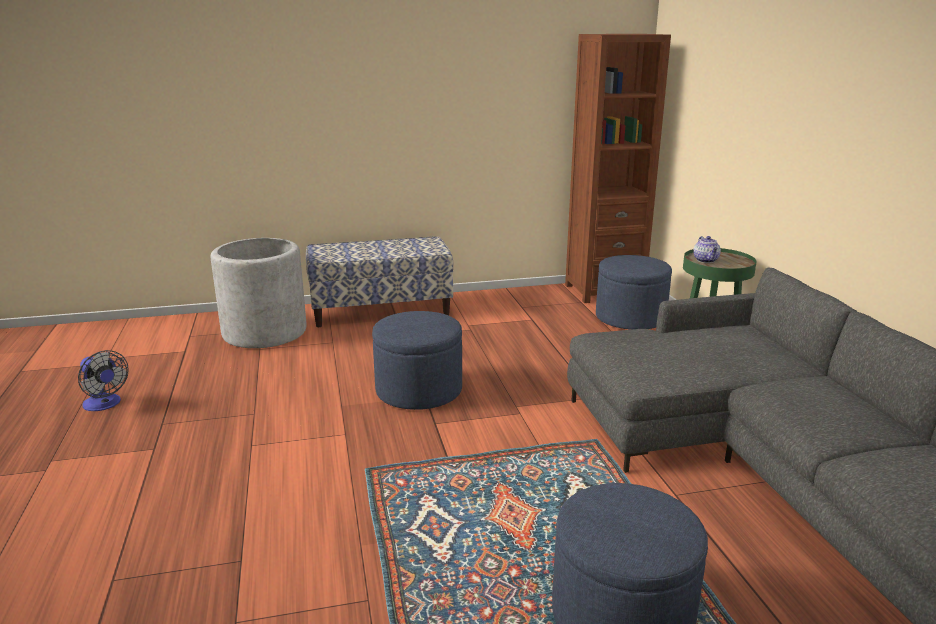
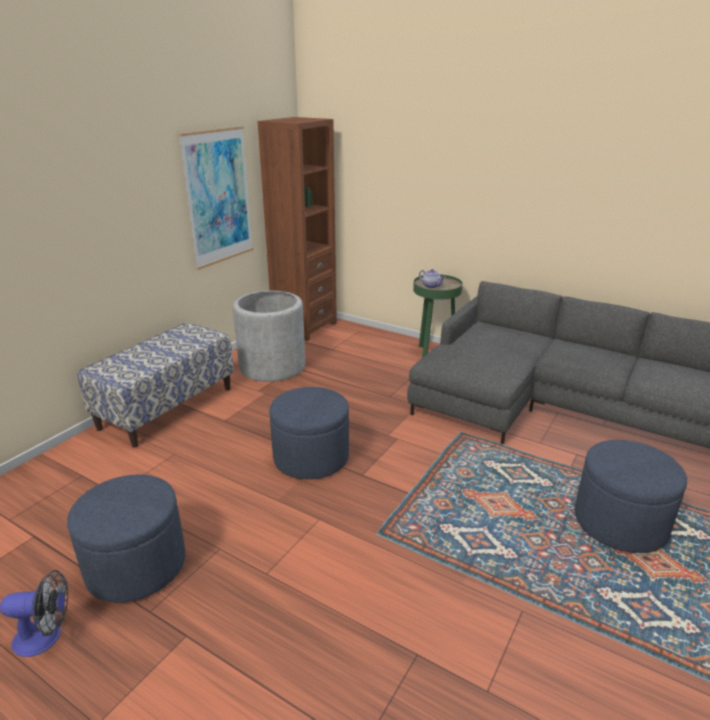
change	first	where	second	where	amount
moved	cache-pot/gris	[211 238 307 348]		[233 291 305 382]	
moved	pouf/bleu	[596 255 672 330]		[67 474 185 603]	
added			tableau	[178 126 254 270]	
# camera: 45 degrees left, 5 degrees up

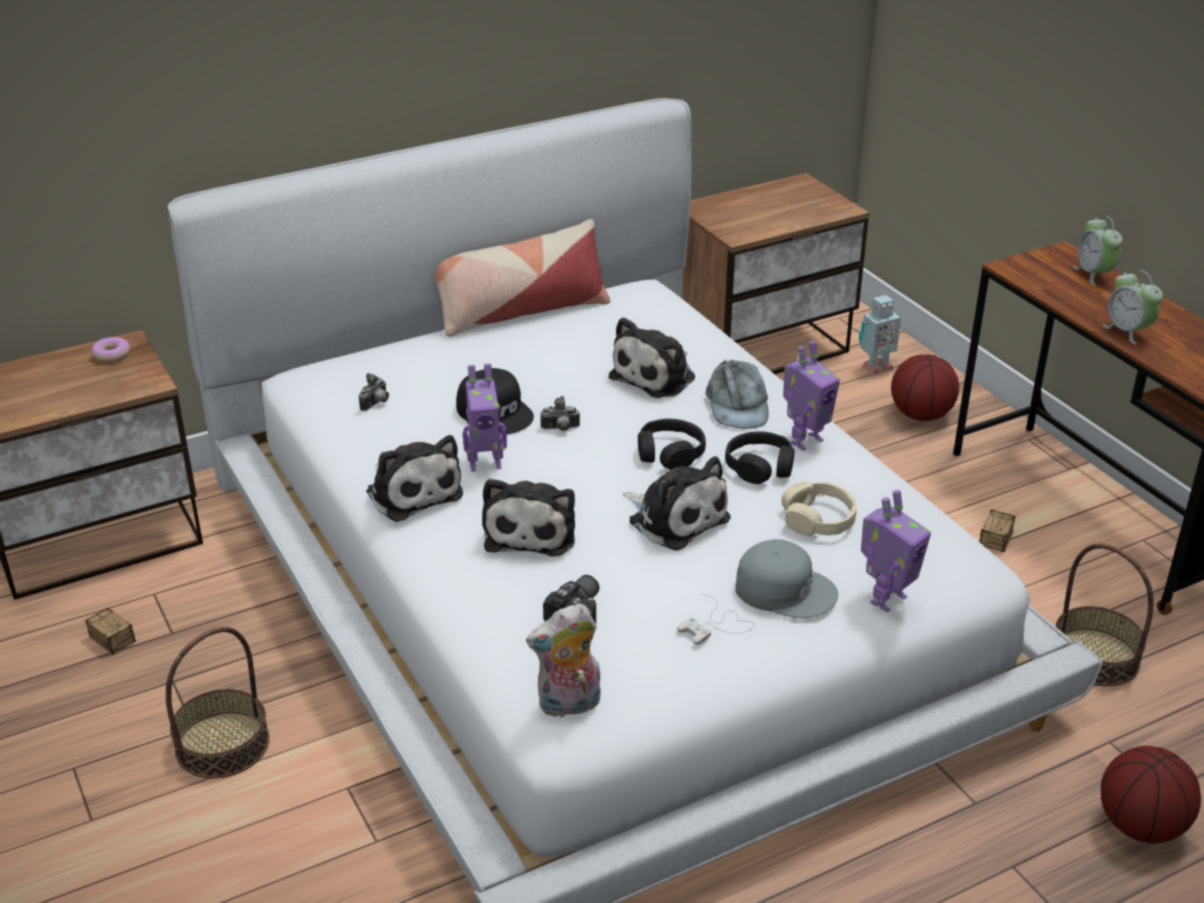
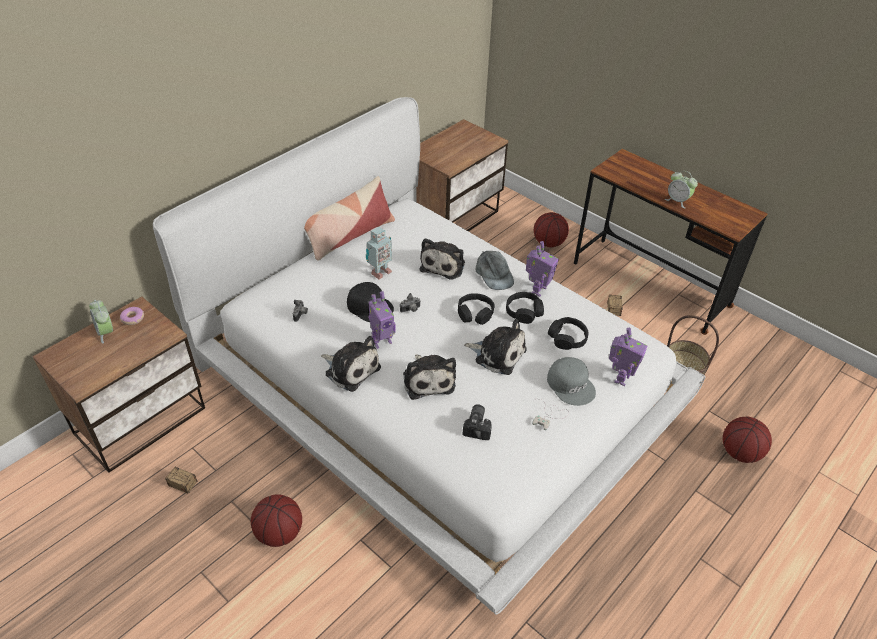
change	first	where	second	where	amount
replaced	panier	[166 627 269 778]	ballon de basket	[251 494 302 547]	
removed	peluche	[526 603 601 718]			
turned	casquette/gris	[735 539 838 618]		[547 357 596 406]	60 degrees clockwise
recoloured	casque audio/beige	[782 482 857 536]	casque audio/noir	[548 317 589 350]	
moved	robot jouet	[859 295 901 375]		[366 226 392 279]	
moved	réveil	[1074 216 1123 286]		[89 300 113 344]	
# camera: 20 degrees left, 10 degrees up

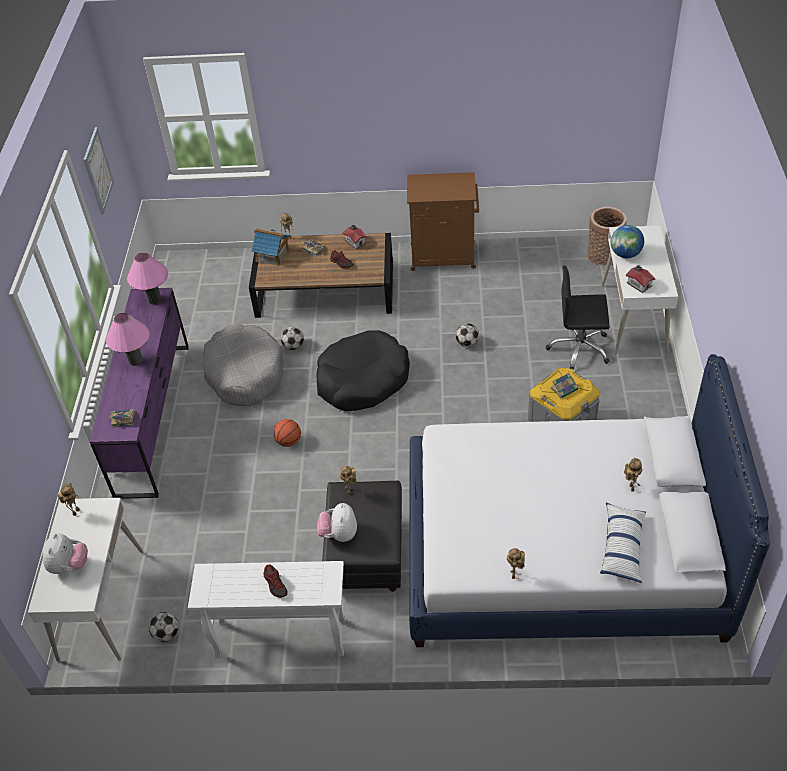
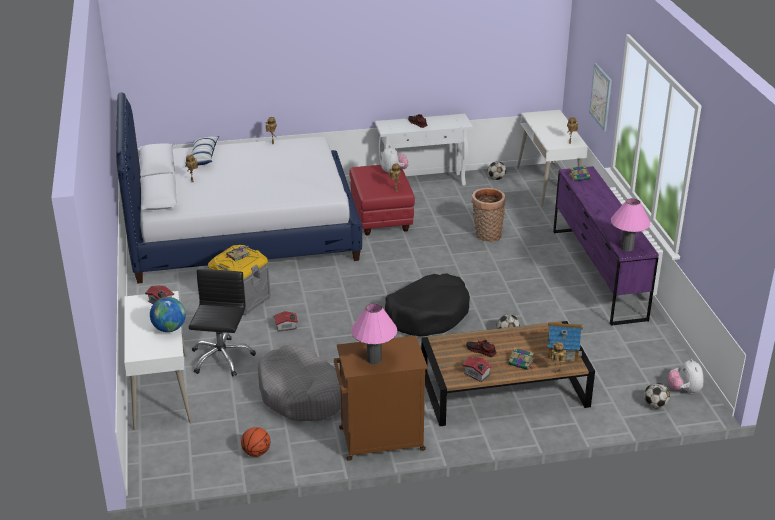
change	first	where	second	where	amount
moved	peluche	[43 533 88 574]		[668 359 704 394]	
moved	tableau	[83 127 114 215]		[589 63 612 132]	
moved	lampe de table/rose	[106 313 150 366]		[351 303 397 364]	
moved	panier pour chien/gris	[203 324 283 406]		[258 344 341 421]	
moved	ballon de basket	[273 419 301 447]		[241 427 270 457]	
recoloured	pouf/noir	[322 481 402 592]	pouf/rouge	[349 165 415 235]	
moved	ballon de foot	[456 323 479 347]		[644 383 670 408]	
turned	chaise de bureau/noir	[546 265 610 370]		[189 269 256 377]	75 degrees counterclockwise
moved	panier	[588 207 627 265]		[472 188 506 242]	
added			maison miniature	[274 311 298 332]	
# camera: 165 degrees right, 15 degrees down

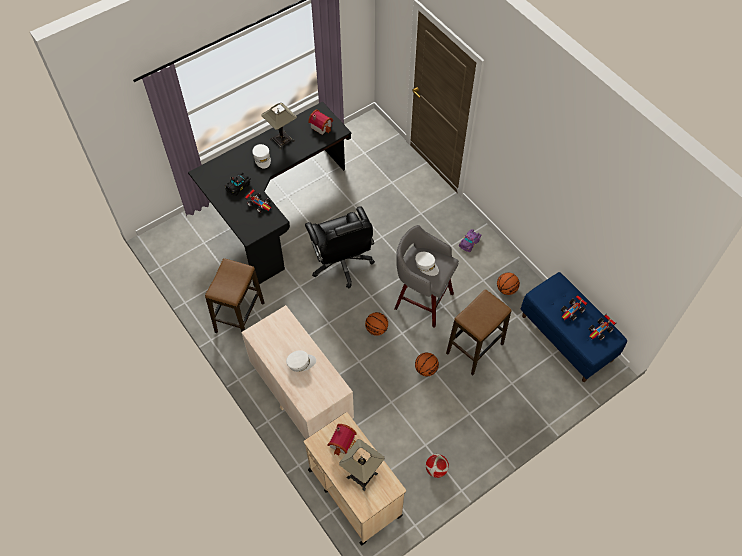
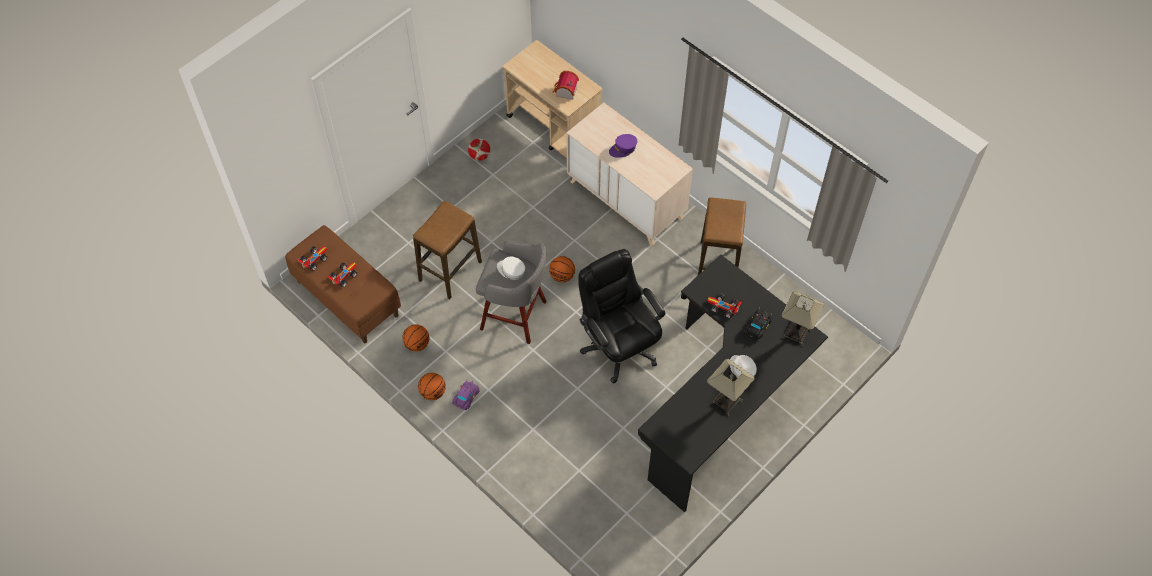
change	first	where	second	where	amount
recoloured	casquette/blanc	[286 350 316 372]	casquette/violet	[609 134 637 157]	
removed	maison miniature	[308 110 333 135]			
moved	lampe de table	[339 439 385 491]		[781 291 824 347]	
moved	ballon de basket	[415 352 439 376]		[418 373 446 400]	
recoloured	banc/bleu	[520 272 627 382]	banc/marron	[285 225 401 343]	
# camera: 170 degrees right, 0 degrees up

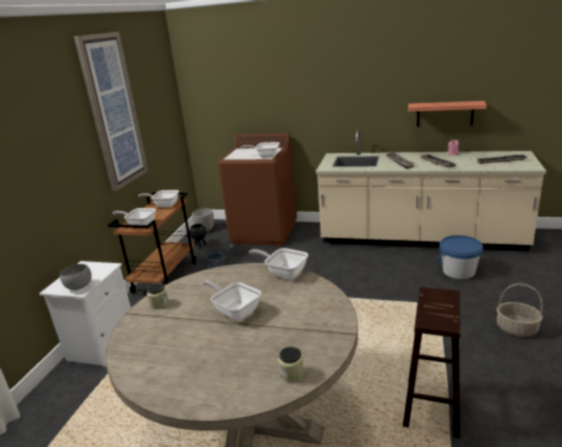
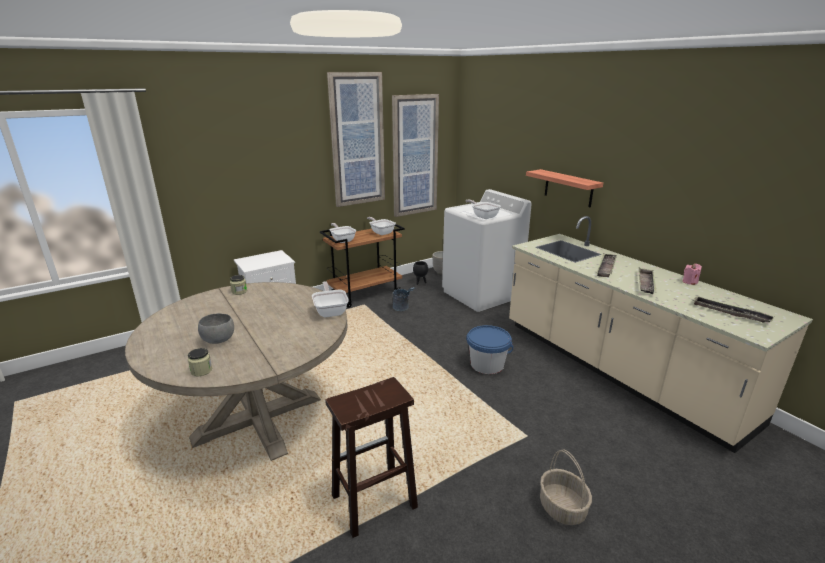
change	first	where	second	where	amount
moved	bol/gris	[60 264 92 290]		[198 313 234 344]	
removed	poêle	[202 280 261 321]			
recoloured	lave-linge/marron	[218 133 297 246]	lave-linge/blanc	[442 189 532 312]	
moved	étagère	[408 101 487 127]		[526 169 603 207]	
moved	seau/bleu	[437 235 483 279]		[466 325 513 374]	
added			tableau	[392 94 439 217]	
# camera: 40 degrees right, 0 degrees up

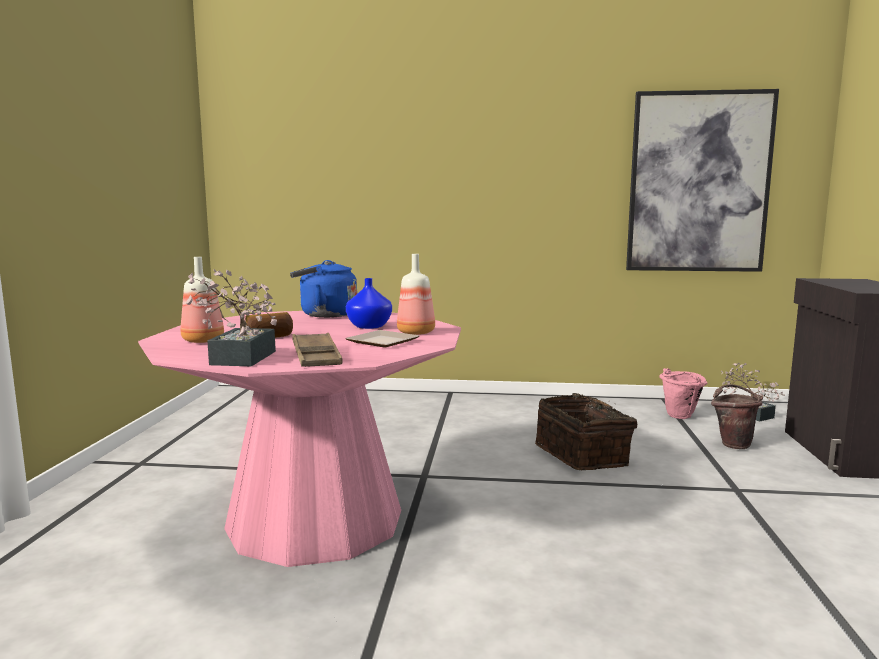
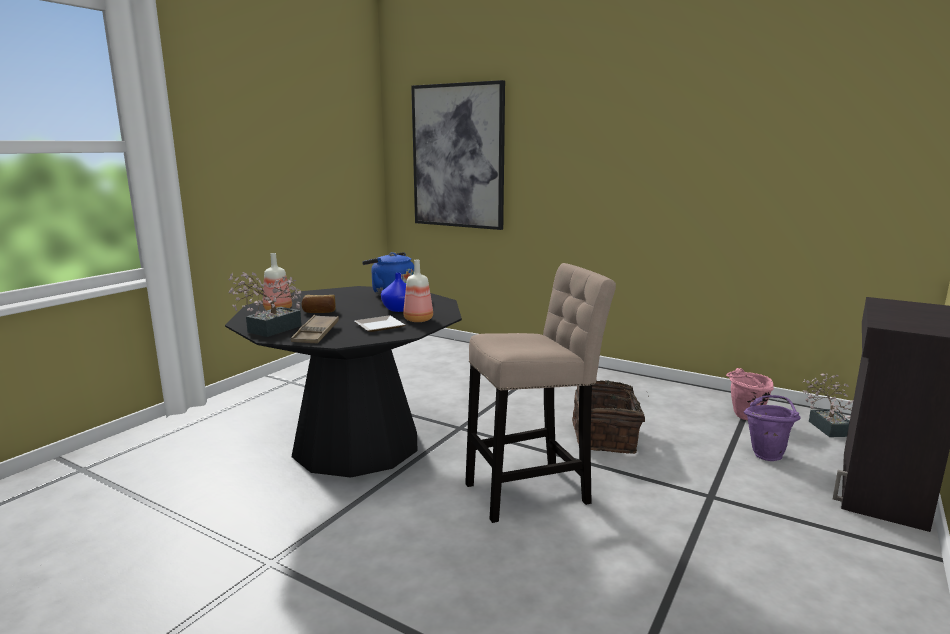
change	first	where	second	where	amount
recoloured	table à manger/rose	[138 311 461 567]	table à manger/noir	[225 286 462 477]	
moved	tableau	[626 89 779 272]		[411 80 505 230]	
recoloured	seau/marron	[711 384 763 449]	seau/violet	[744 395 800 461]	
added			tabouret/beige	[465 263 616 523]	
# camera: 25 degrees right, 5 degrees up

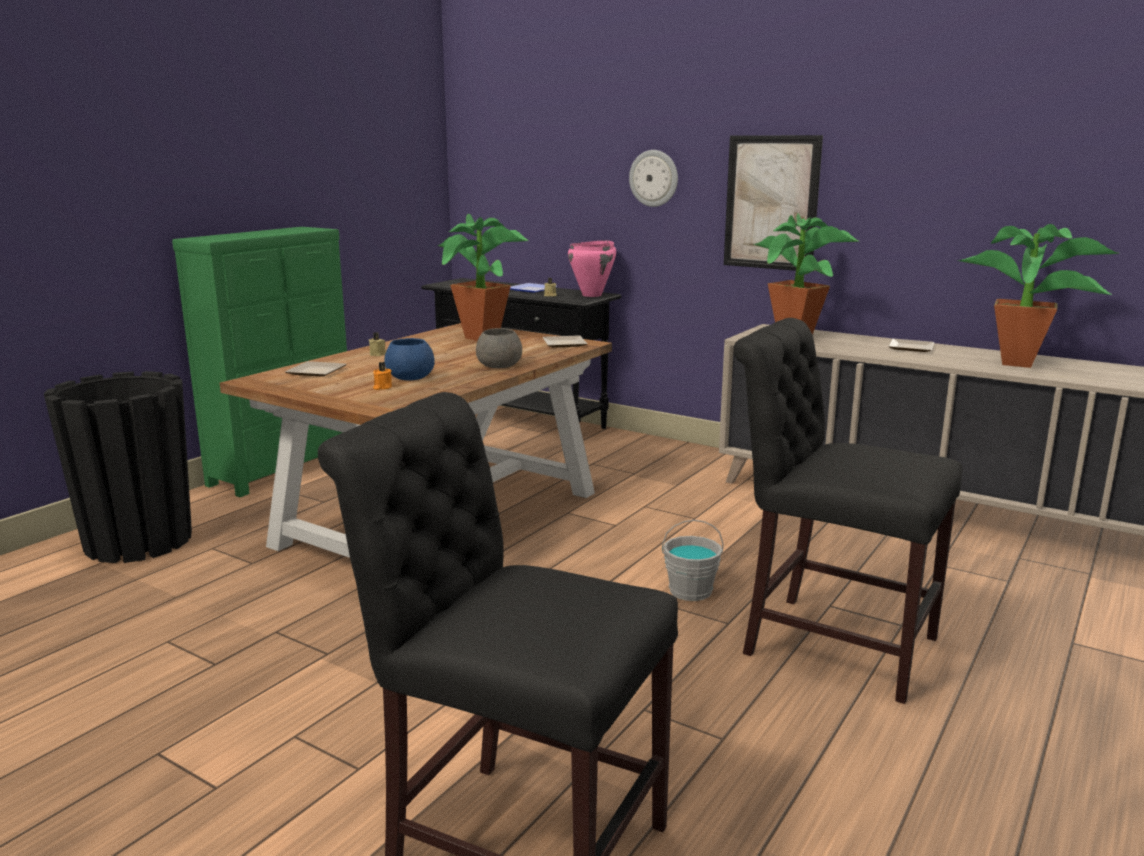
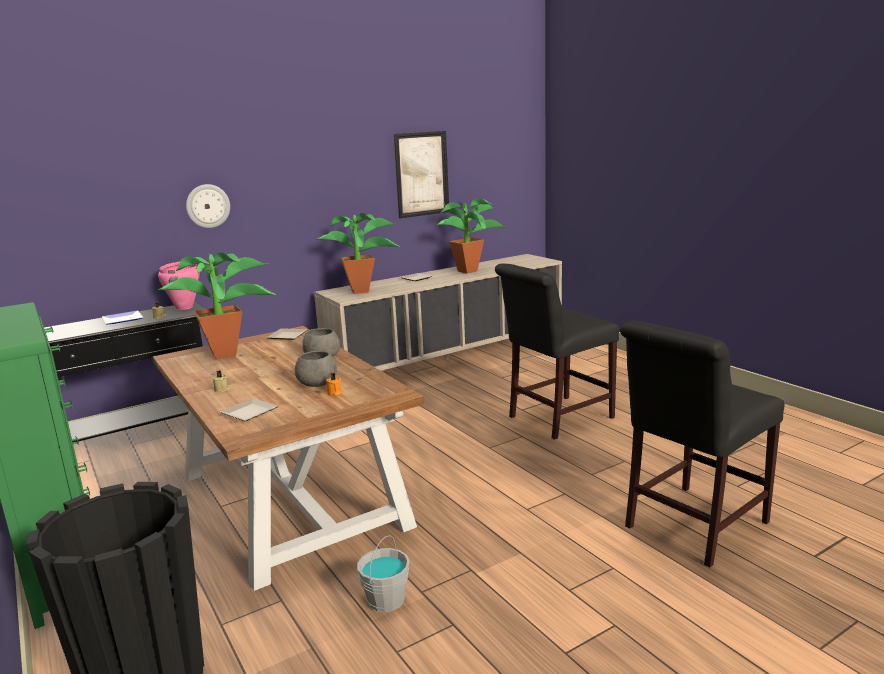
change	first	where	second	where	amount
recoloured	bol/bleu	[384 338 435 381]	bol/gris	[295 351 337 387]	
moved	seau/gris	[662 520 723 601]		[357 535 410 612]	
moved	tableau	[724 135 823 271]		[393 131 449 218]	
# camera: 65 degrees left, 0 degrees up

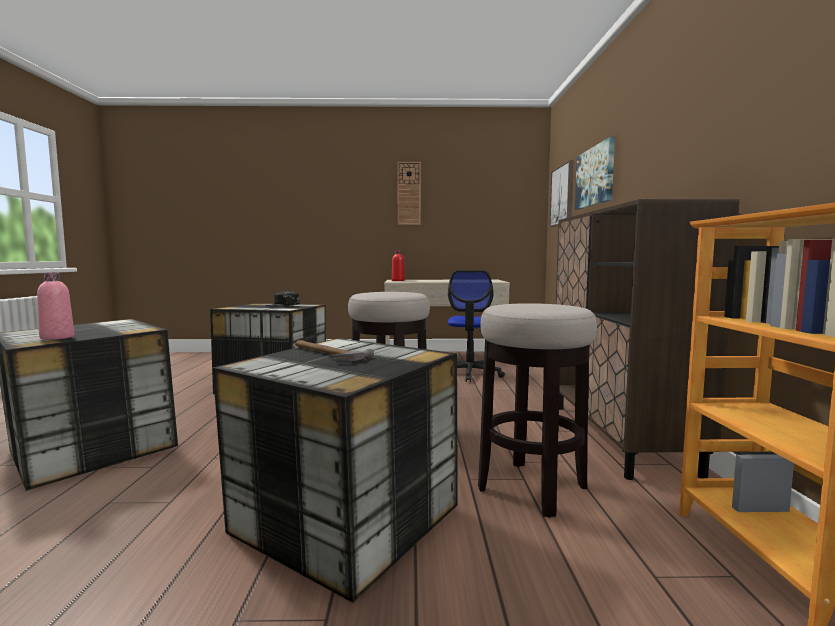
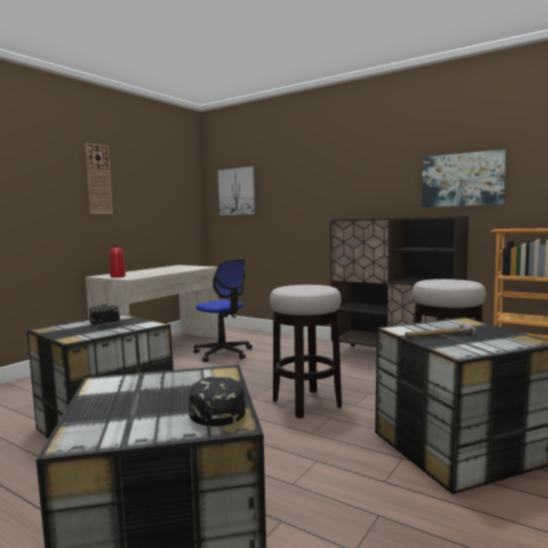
change	first	where	second	where	amount
replaced	bouteille/rose	[37 272 74 340]	casquette/noir	[189 377 246 426]	
moved	tableau	[575 137 615 210]		[422 149 506 207]	
# camera: 55 degrees left, 0 degrees up

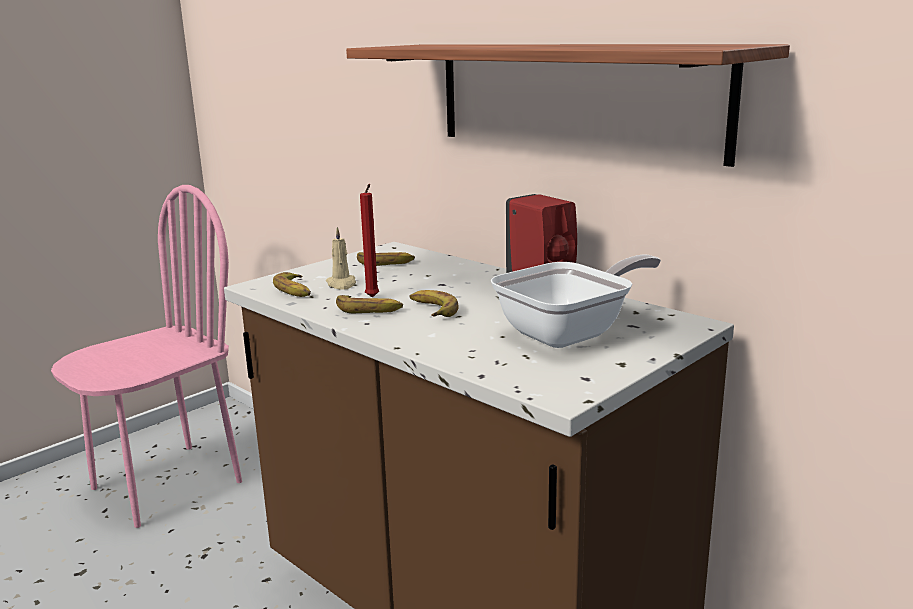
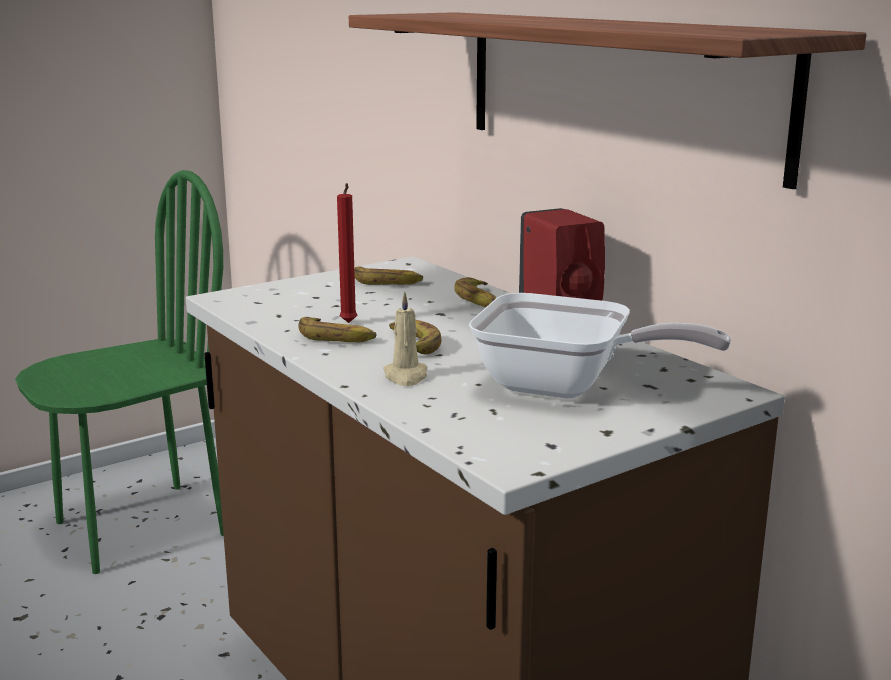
change	first	where	second	where	amount
recoloured	chaise/rose	[51 185 242 528]	chaise/vert	[15 170 224 574]	
moved	banane	[273 272 311 297]		[454 277 497 307]	
moved	bougie/beige	[326 227 356 290]		[383 291 427 386]	
turned	poêle	[491 254 661 348]		[469 293 731 398]	45 degrees clockwise
# camera: 10 degrees right, 0 degrees up

